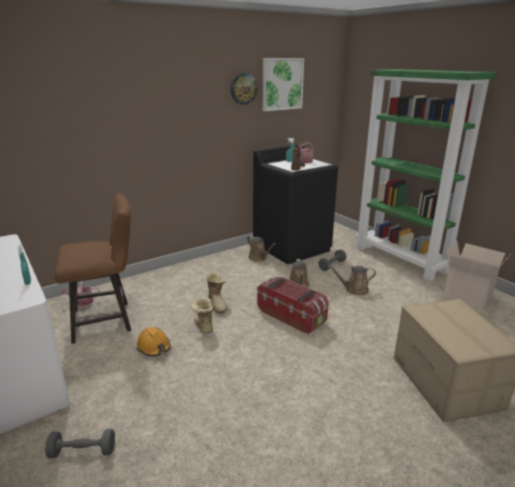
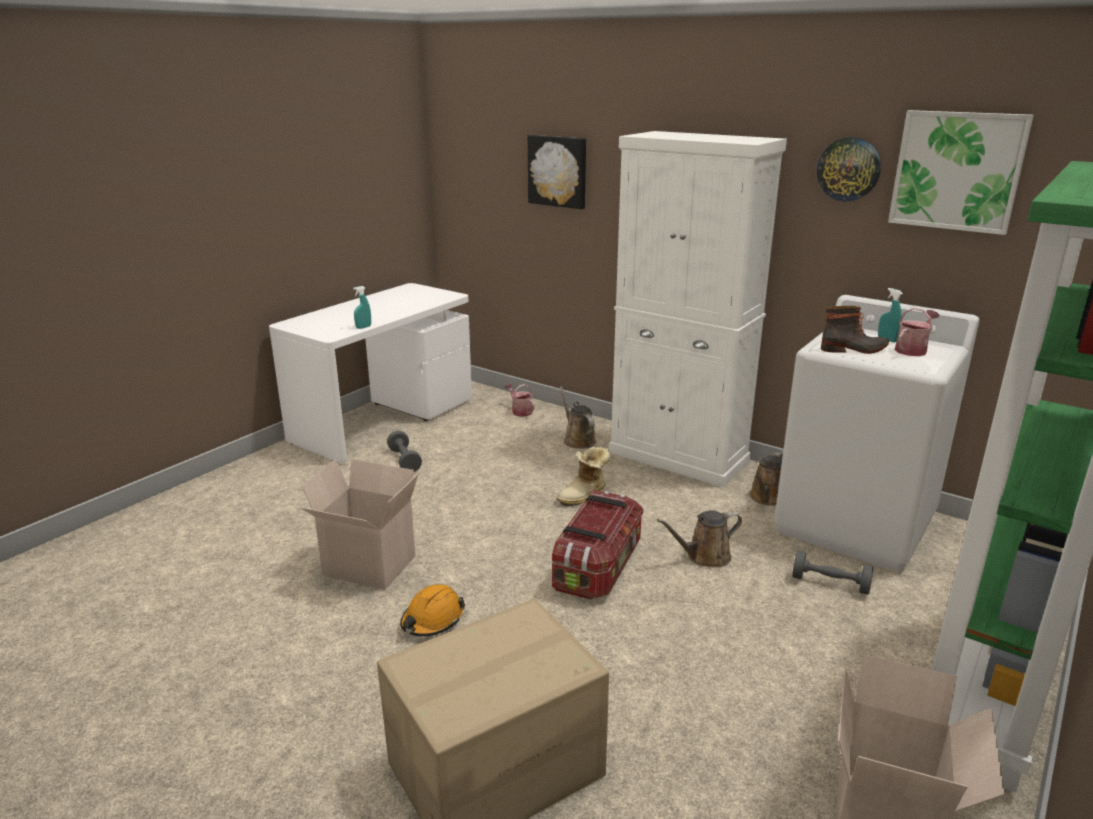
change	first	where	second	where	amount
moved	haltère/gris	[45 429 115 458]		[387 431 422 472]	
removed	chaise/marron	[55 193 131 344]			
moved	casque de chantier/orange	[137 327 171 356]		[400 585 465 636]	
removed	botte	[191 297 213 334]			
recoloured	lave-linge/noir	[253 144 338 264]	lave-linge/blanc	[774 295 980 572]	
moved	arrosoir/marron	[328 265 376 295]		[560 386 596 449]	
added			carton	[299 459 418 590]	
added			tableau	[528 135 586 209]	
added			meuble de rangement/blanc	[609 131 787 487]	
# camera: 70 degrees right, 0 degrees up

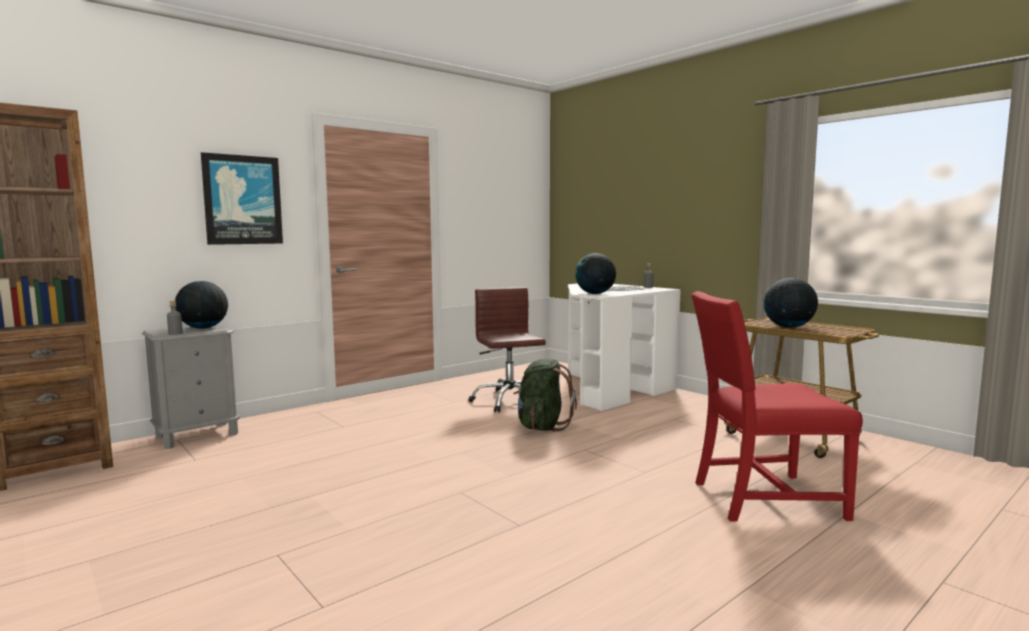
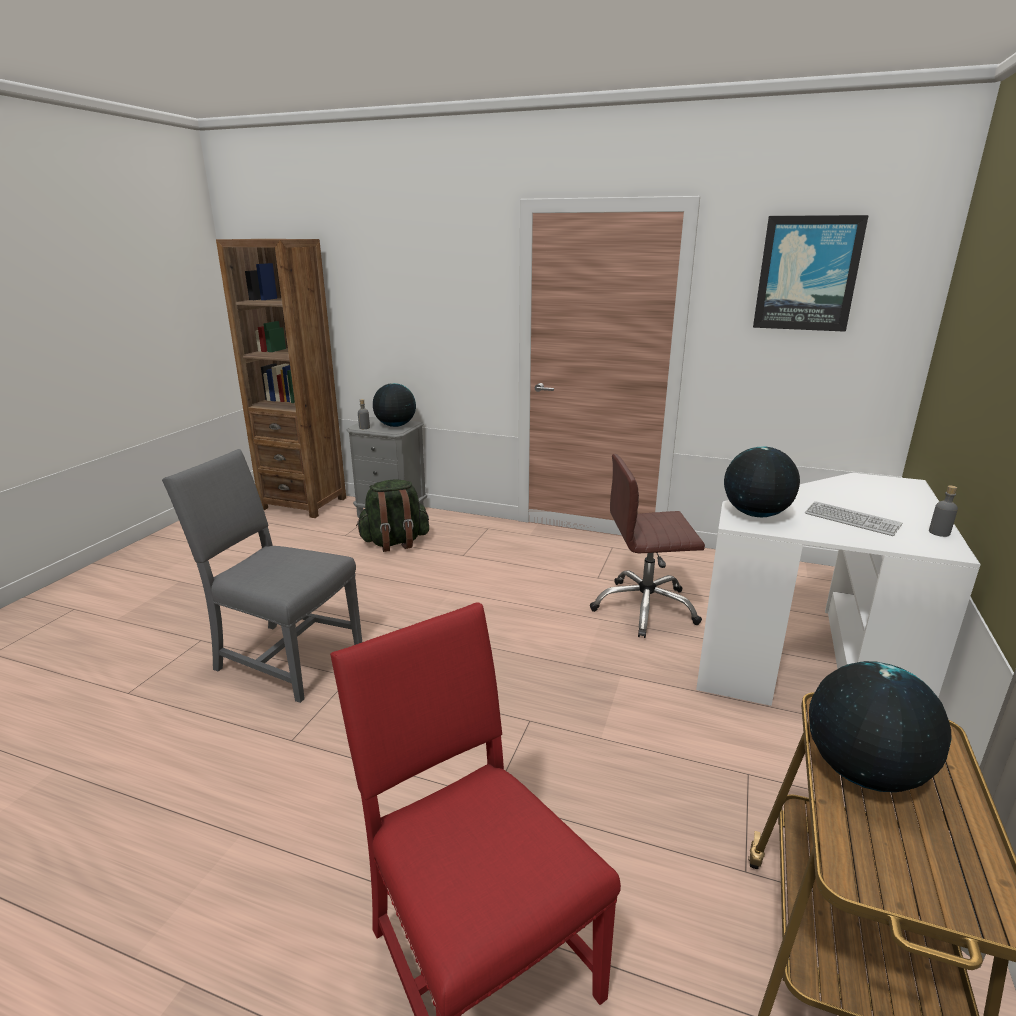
change	first	where	second	where	amount
moved	tableau	[201 152 283 245]		[753 215 869 332]	
turned	chaise de bureau/marron	[469 287 546 412]		[590 454 705 638]	135 degrees counterclockwise
moved	sac à dos/vert	[513 359 577 432]		[356 480 429 552]	
added			chaise/gris	[162 449 362 703]	
# camera: 60 degrees right, 15 degrees up

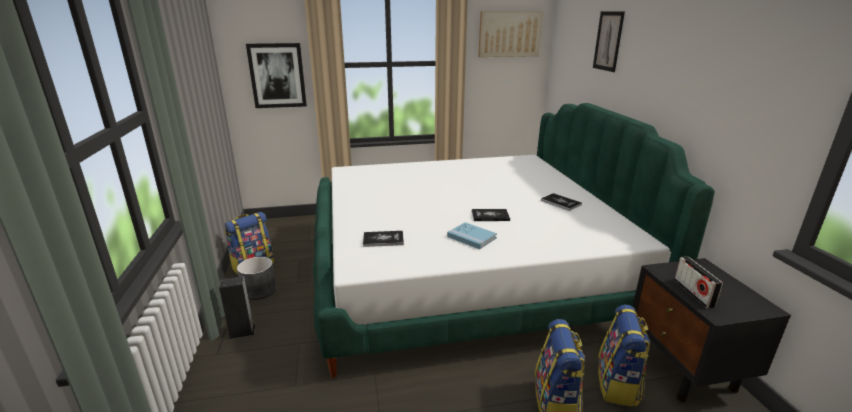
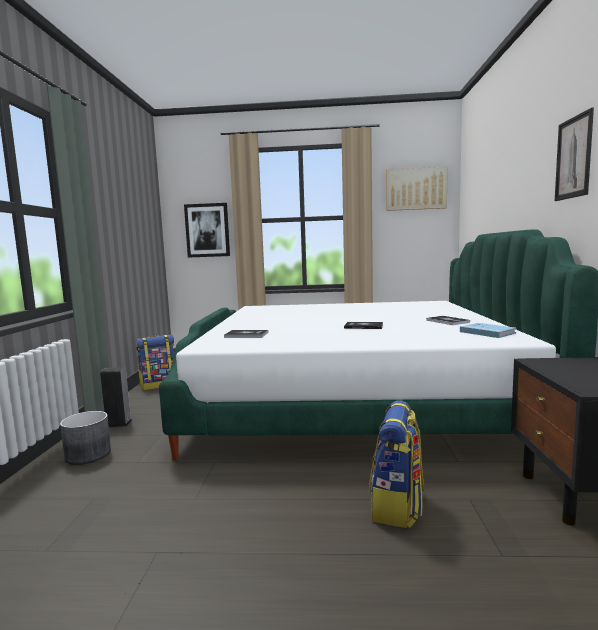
change	first	where	second	where	amount
moved	cache-pot/gris	[237 257 276 300]		[60 411 111 465]	
moved	livre/bleu	[447 222 497 249]		[460 323 516 338]	
moved	tableau	[593 11 625 72]		[555 108 594 201]	
removed	sac à dos	[598 304 650 407]			
removed	radio	[674 257 723 308]			
# camera: 15 degrees right, 15 degrees down

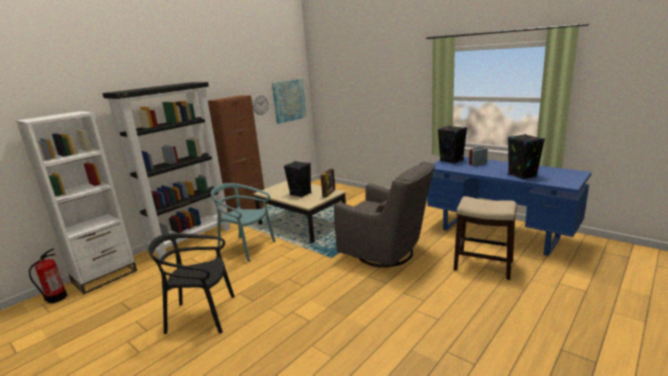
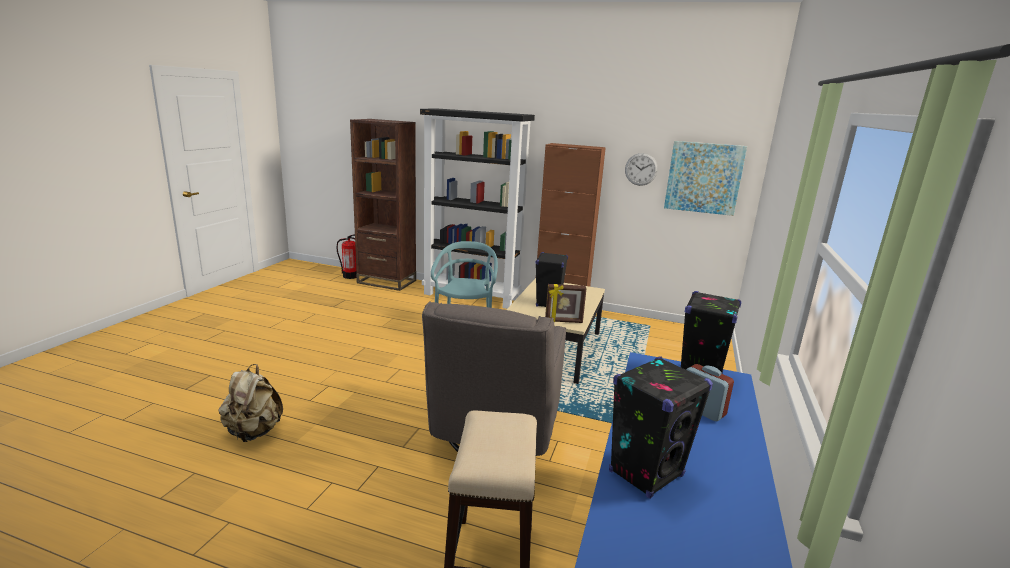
change	first	where	second	where	amount
recoloured	bibliothèque/blanc	[16 111 137 294]	bibliothèque/marron	[350 119 416 291]	
removed	chaise/noir	[148 233 235 334]			
added			sac à dos/beige	[219 364 283 442]	
# camera: 65 degrees right, 0 degrees up

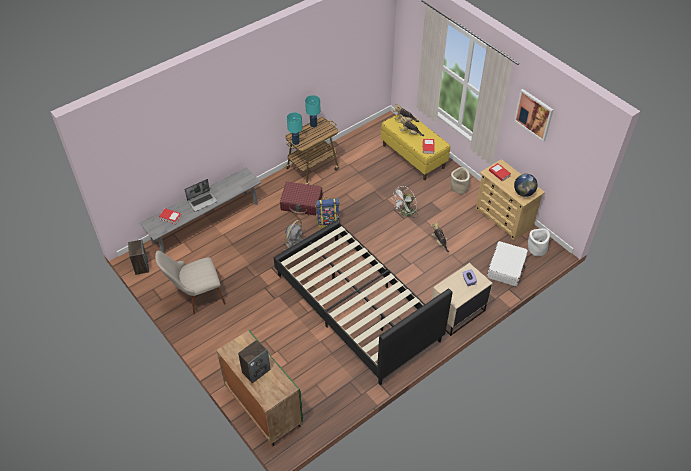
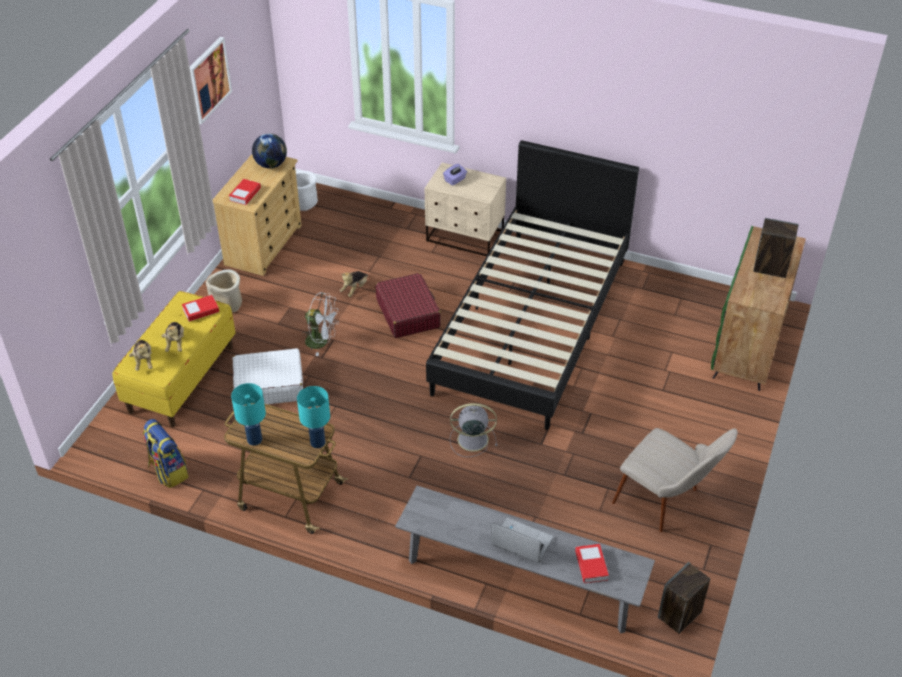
change	first	where	second	where	amount
moved	valise/rouge	[280 182 322 215]		[375 273 441 338]	
moved	sac à dos	[316 197 340 228]		[143 419 189 488]	
moved	valise/blanc	[487 241 528 286]		[232 348 303 406]	
# camera: 120 degrees left, 5 degrees down

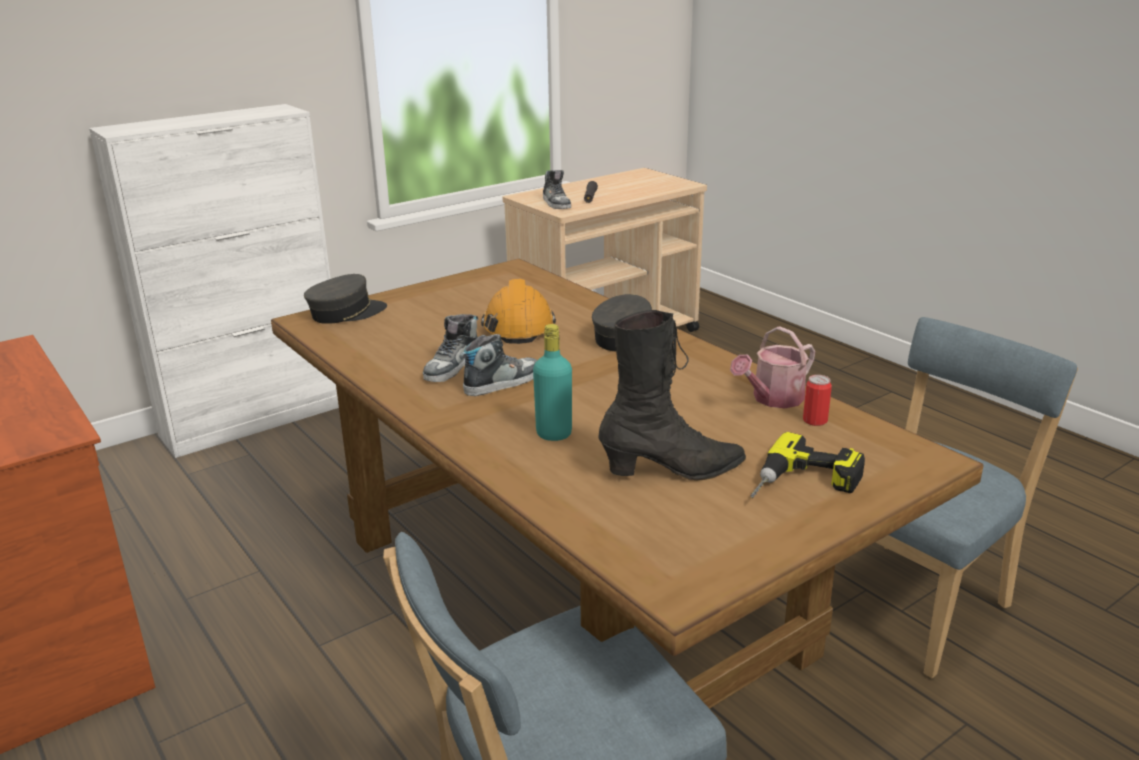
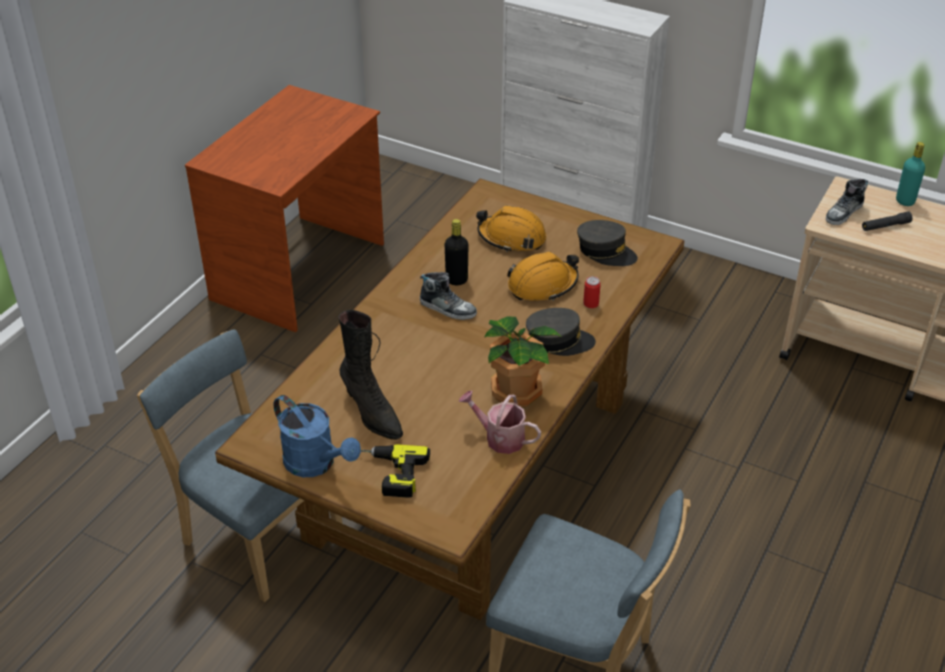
change	first	where	second	where	amount
moved	casquette/gris	[304 274 387 324]		[577 220 638 266]	
replaced	chaussure	[423 314 478 382]	bouteille/noir	[445 219 468 285]	
moved	bouteille/turquoise	[533 324 572 441]		[896 142 925 206]	
moved	boîte métallique	[803 375 832 426]		[583 276 601 308]	
added			arrosoir/bleu	[273 395 361 477]	
added			casque de chantier/orange	[476 206 546 252]	
added			plante en pot	[484 316 561 407]	
# camera: 65 degrees right, 15 degrees up

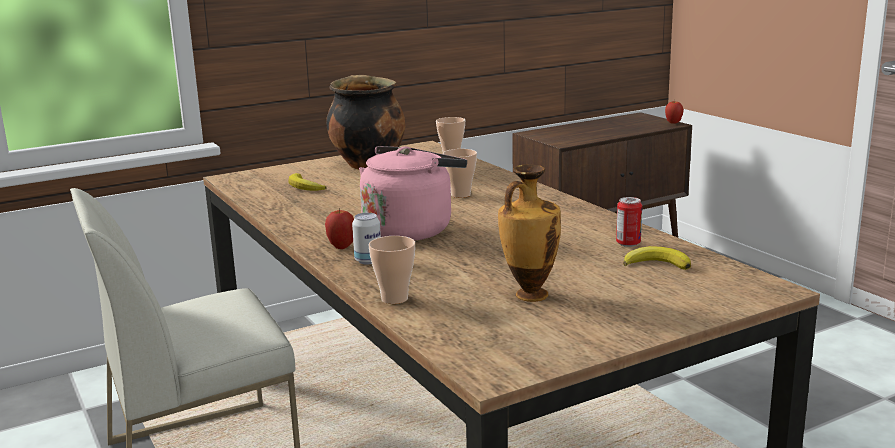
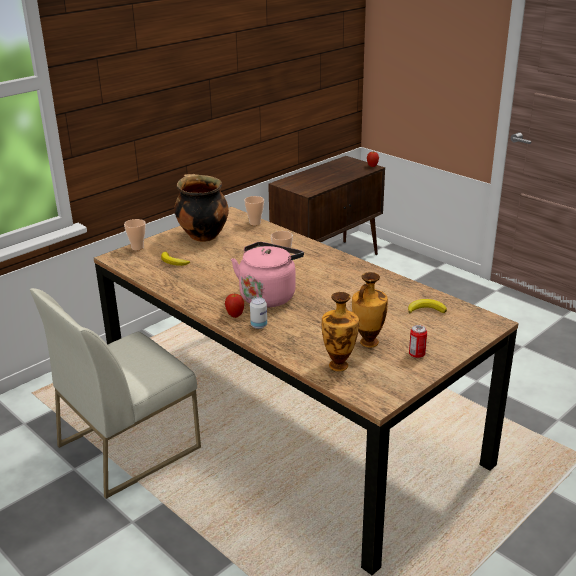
change	first	where	second	where	amount
moved	tasse	[369 236 415 304]		[124 219 146 250]	
moved	boîte métallique	[616 197 642 247]		[409 325 427 358]	
added			vase	[322 292 359 371]	
# camera: 15 degrees left, 10 degrees up

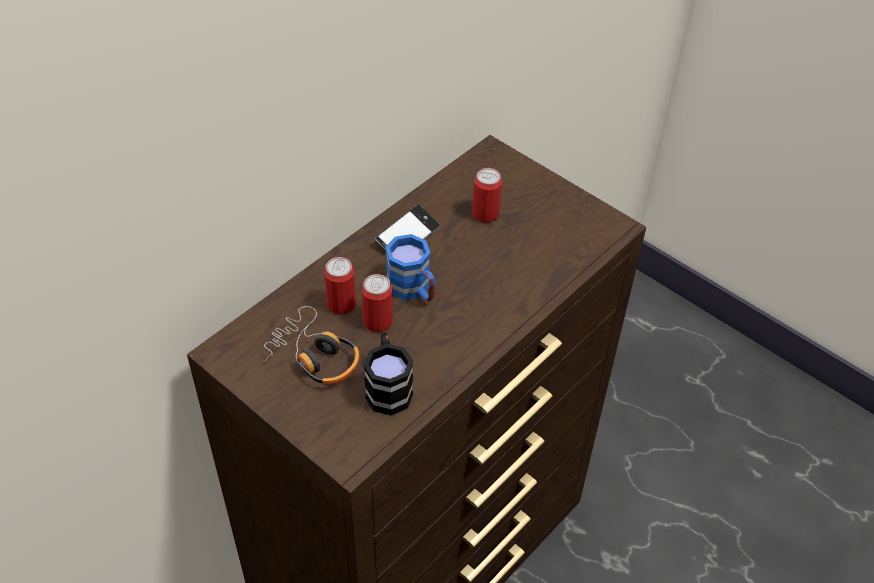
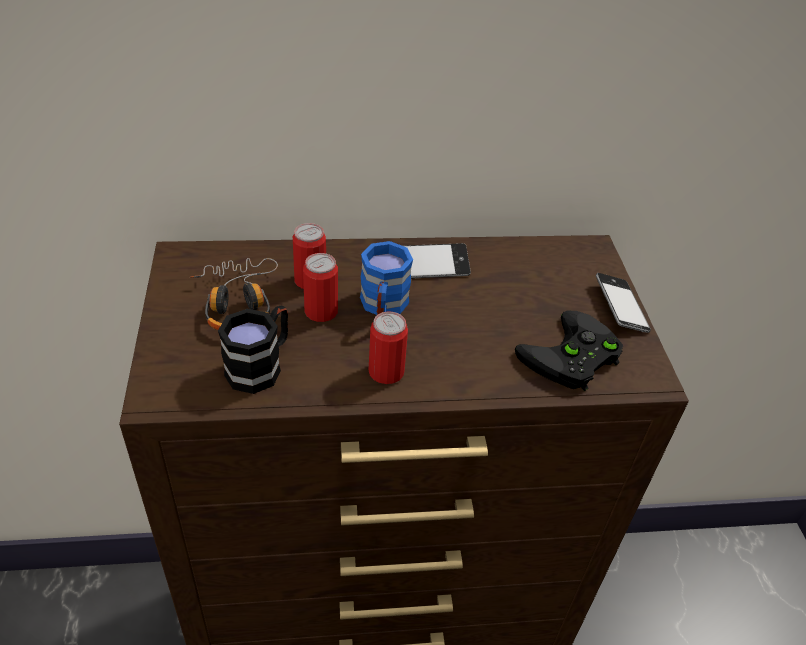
change	first	where	second	where	amount
moved	boîte métallique	[472 168 502 223]		[369 312 408 384]	
added			manette/noir	[515 311 623 391]	
added			téléphone	[596 273 651 333]	
# camera: 40 degrees right, 5 degrees down

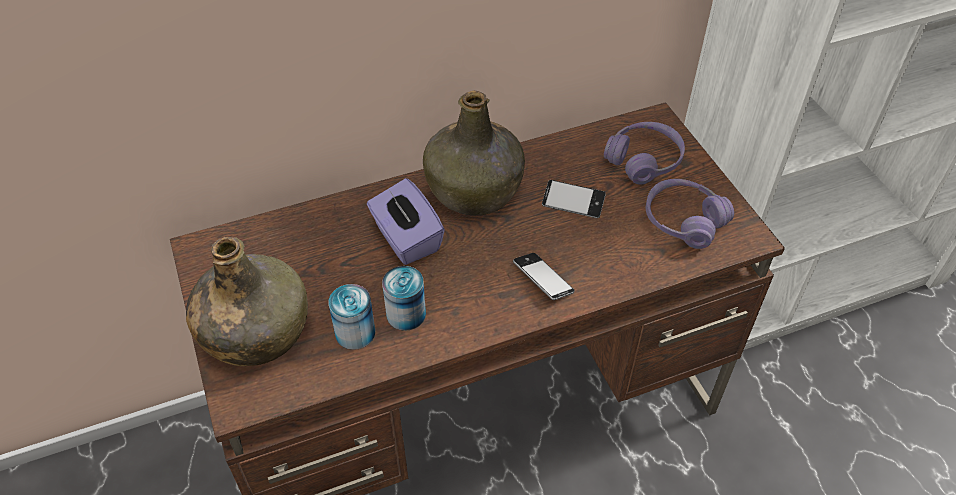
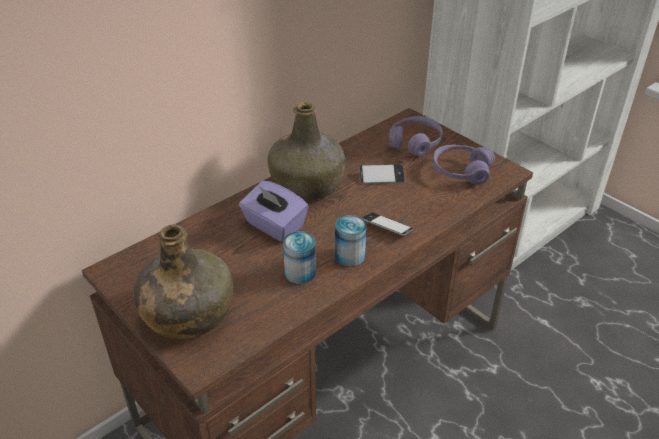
change	first	where	second	where	amount
moved	boîte métallique	[328 284 375 350]		[335 215 367 267]	
# camera: 20 degrees left, 10 degrees down

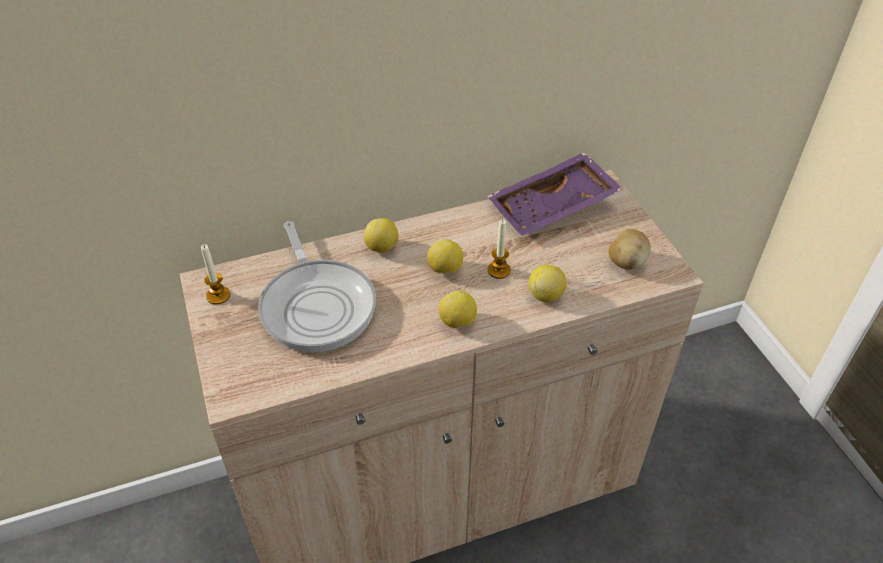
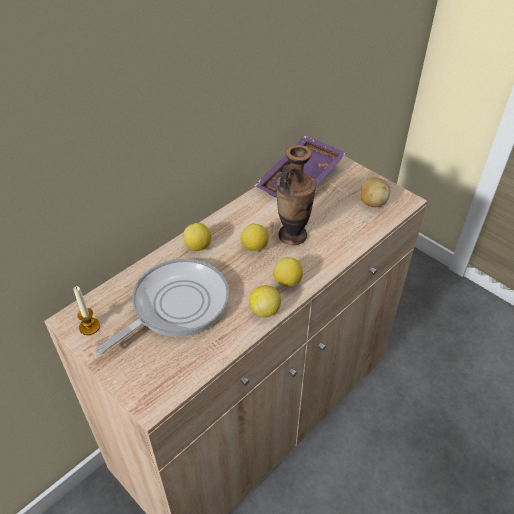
change	first	where	second	where	amount
turned	poêle	[258 221 376 352]		[95 259 229 355]	90 degrees counterclockwise
replaced	bougie	[488 219 511 279]	vase	[276 145 316 246]	
moved	citron	[529 265 567 302]		[249 285 281 317]	
# camera: 25 degrees left, 0 degrees up

